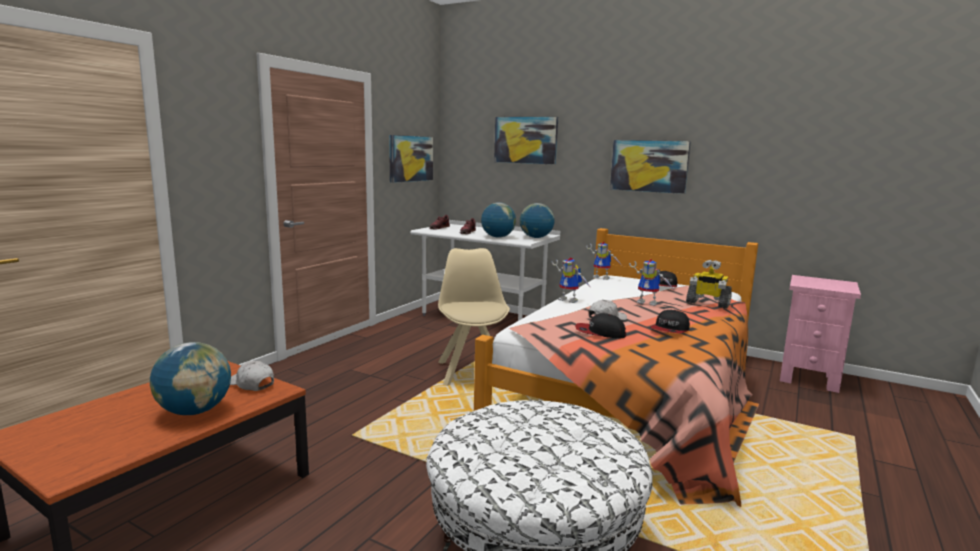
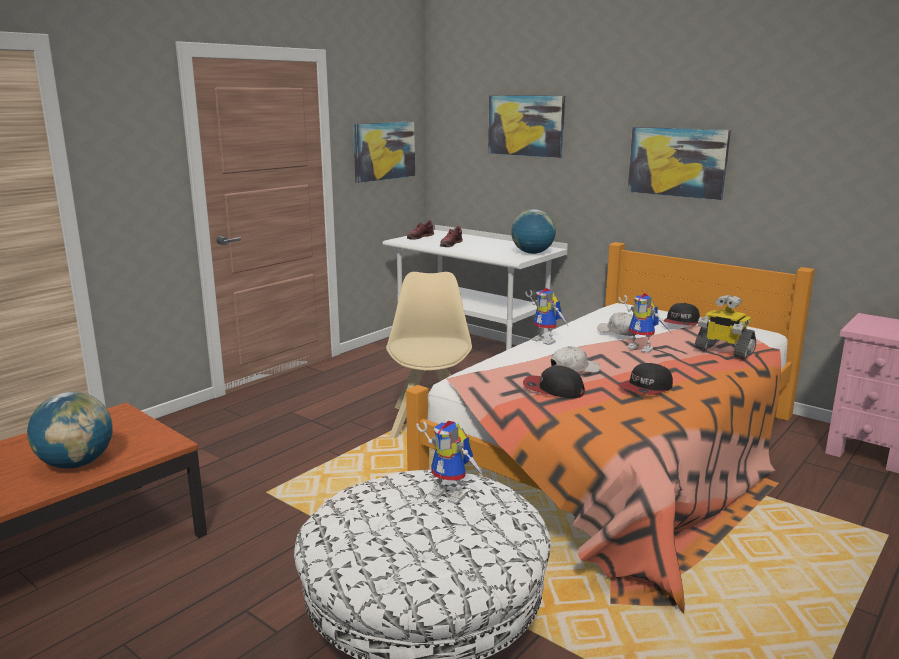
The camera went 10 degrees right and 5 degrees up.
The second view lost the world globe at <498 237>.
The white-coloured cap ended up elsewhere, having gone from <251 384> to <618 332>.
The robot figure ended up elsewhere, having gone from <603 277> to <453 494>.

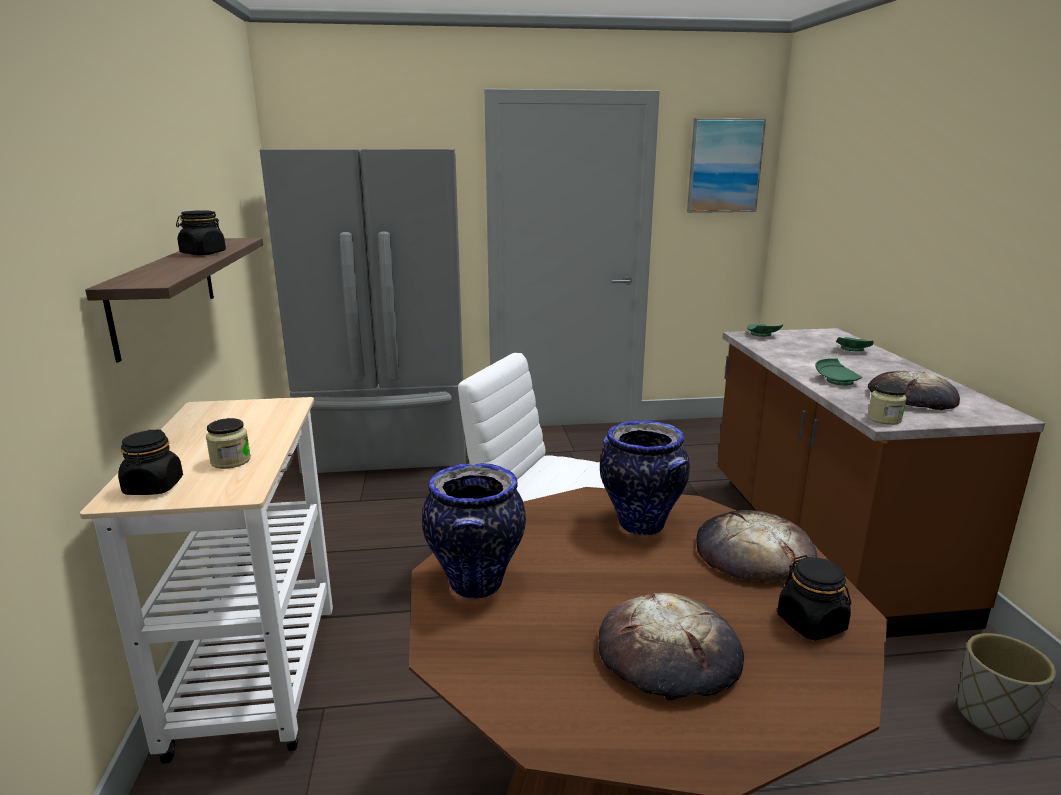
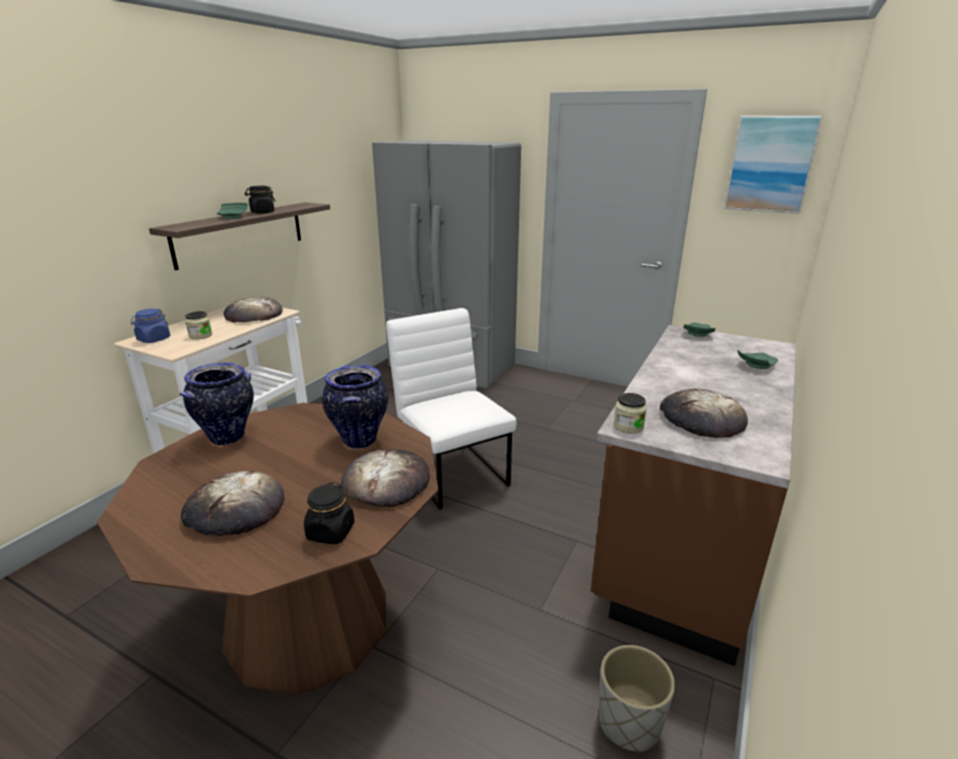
The camera went 35 degrees right and 5 degrees up.
The second view gained the bakery bread at <253 315>.
The green plate ended up elsewhere, having gone from <836 380> to <233 217>.
What was the blackish storage jar at <153 487> turned into the blue storage jar at <153 339>.

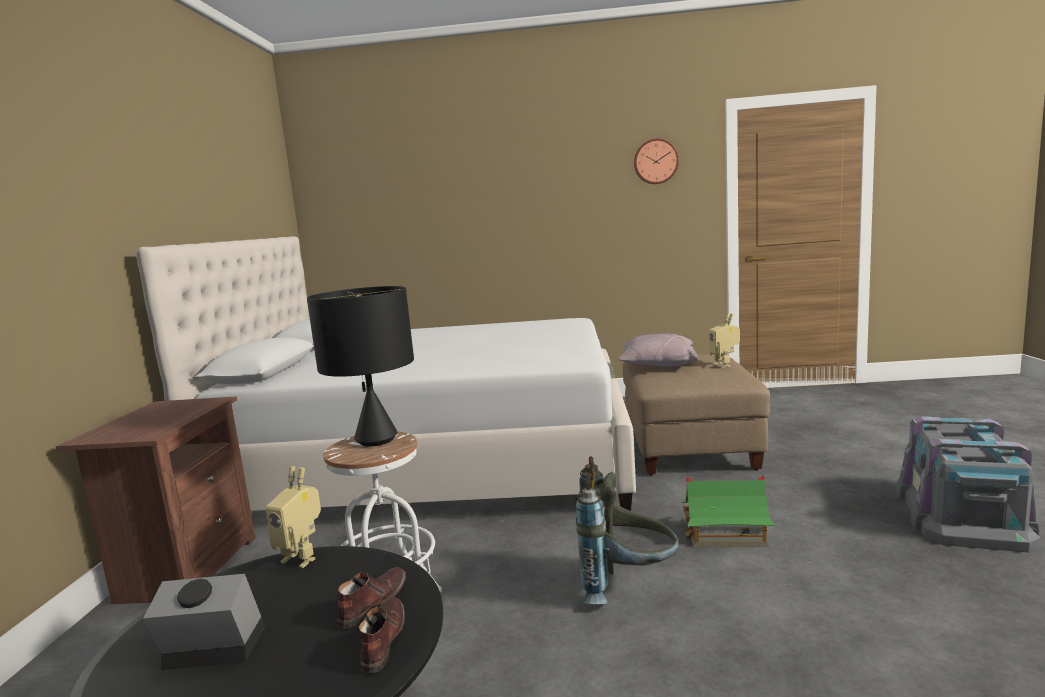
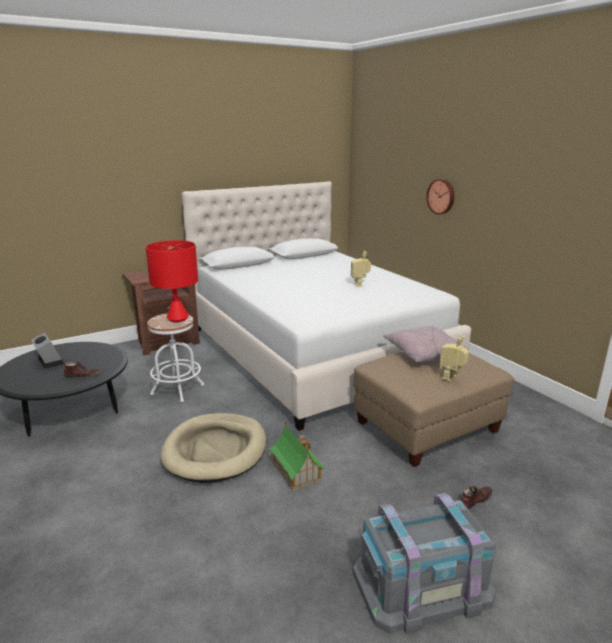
The camera went 55 degrees right and 10 degrees up.
The robot figure ended up elsewhere, having gone from <302 557> to <360 285>.
The brown-coloured shoe ended up elsewhere, having gone from <382 640> to <475 500>.
The clock on the wall ended up elsewhere, having gone from <655 161> to <441 196>.
Where the gray rucksack stood at <627 586>, the beige pet bed came to stand at <215 450>.
What was the blackish table lamp at <376 440> turned into the reddish table lamp at <178 319>.

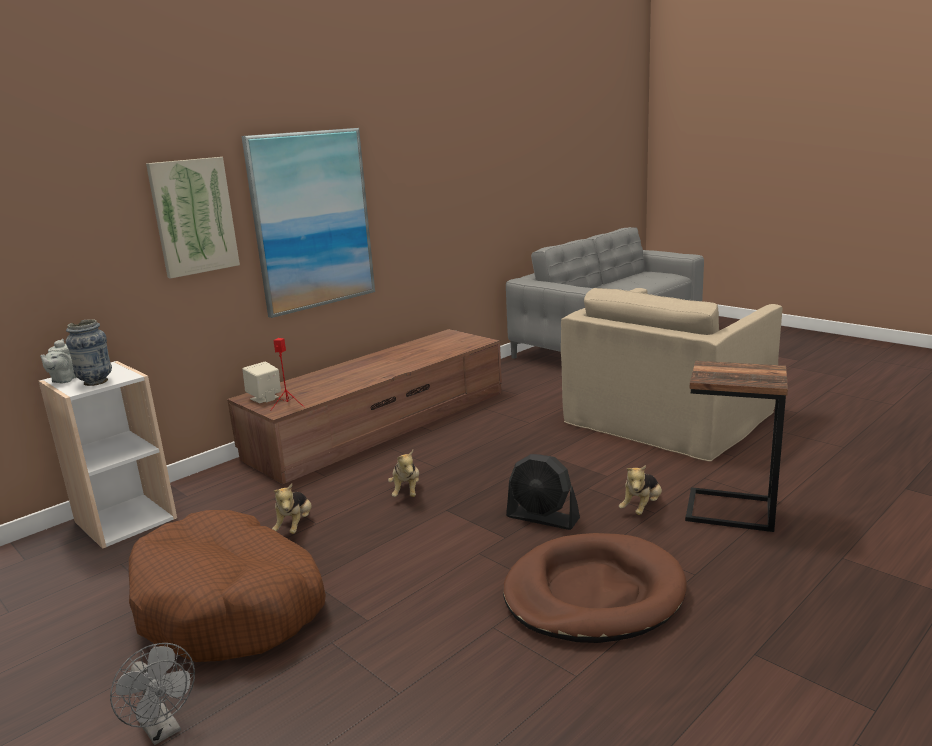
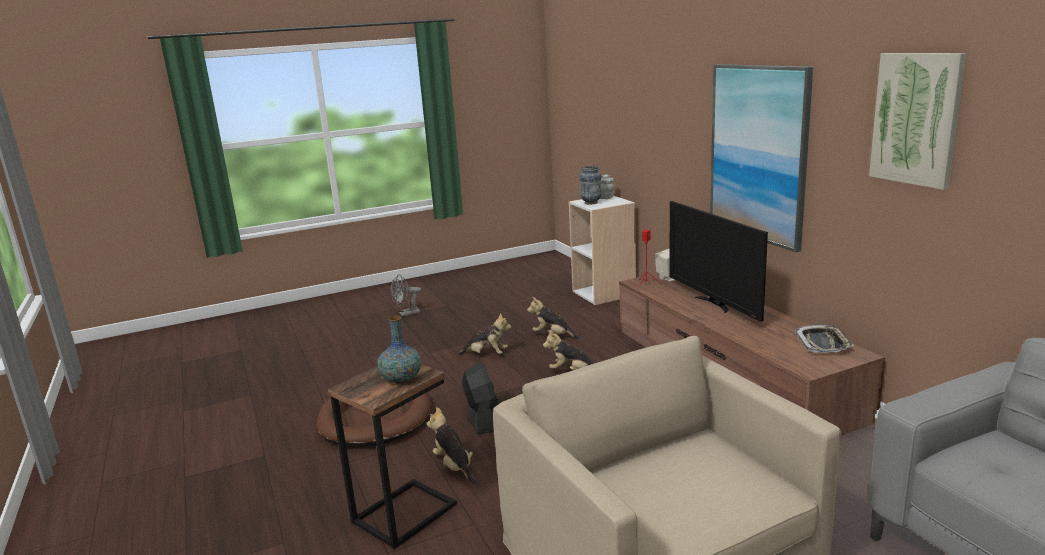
The camera went 110 degrees right and 0 degrees up.
The second view lost the brown-coloured pet bed at <230 606>.
The second view gained the flower vase at <401 379>.
The second view gained the plush toy at <487 354>.
The second view gained the TV at <714 304>.
The second view gained the tray at <823 343>.
The wall art ended up elsewhere, having gone from <193 216> to <916 119>.
The blackish electric fan at <543 518> ended up facing another way, 120 degrees clockwise from before.

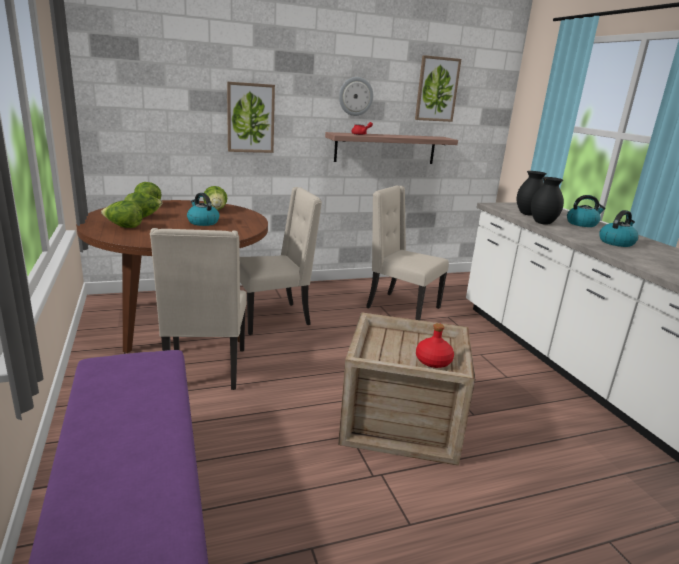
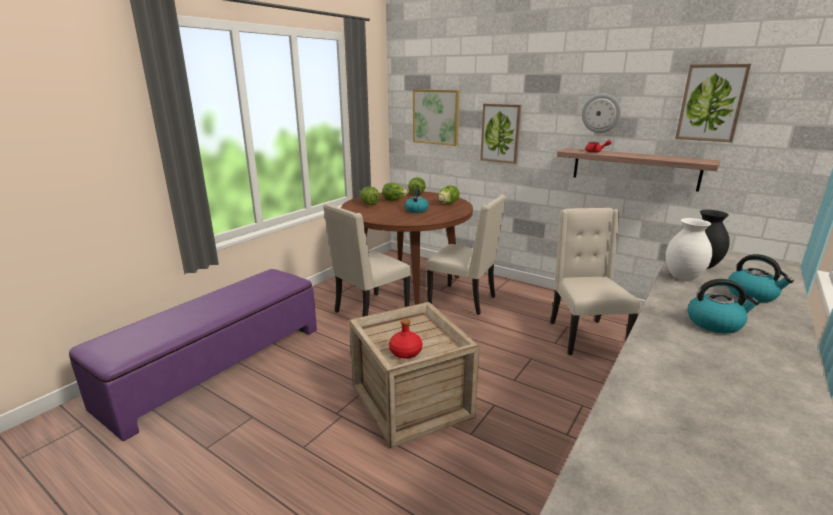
The camera went 55 degrees right and 0 degrees up.
The second view gained the wall art at <436 117>.
What was the blackish flower vase at <543 223> turned into the white-coloured flower vase at <683 278>.

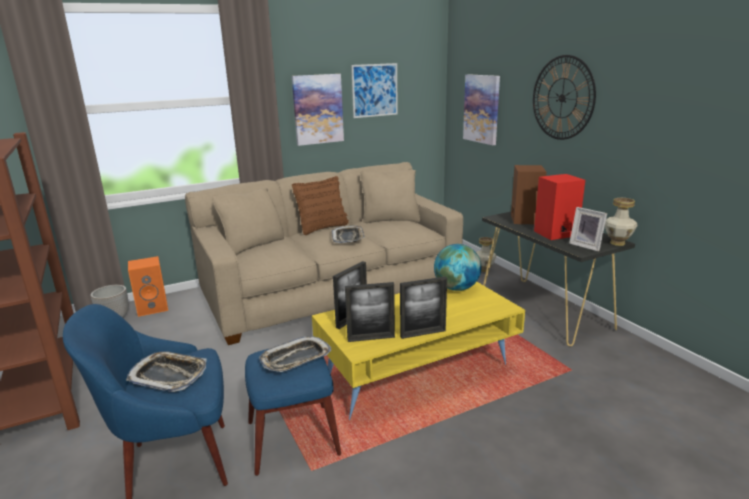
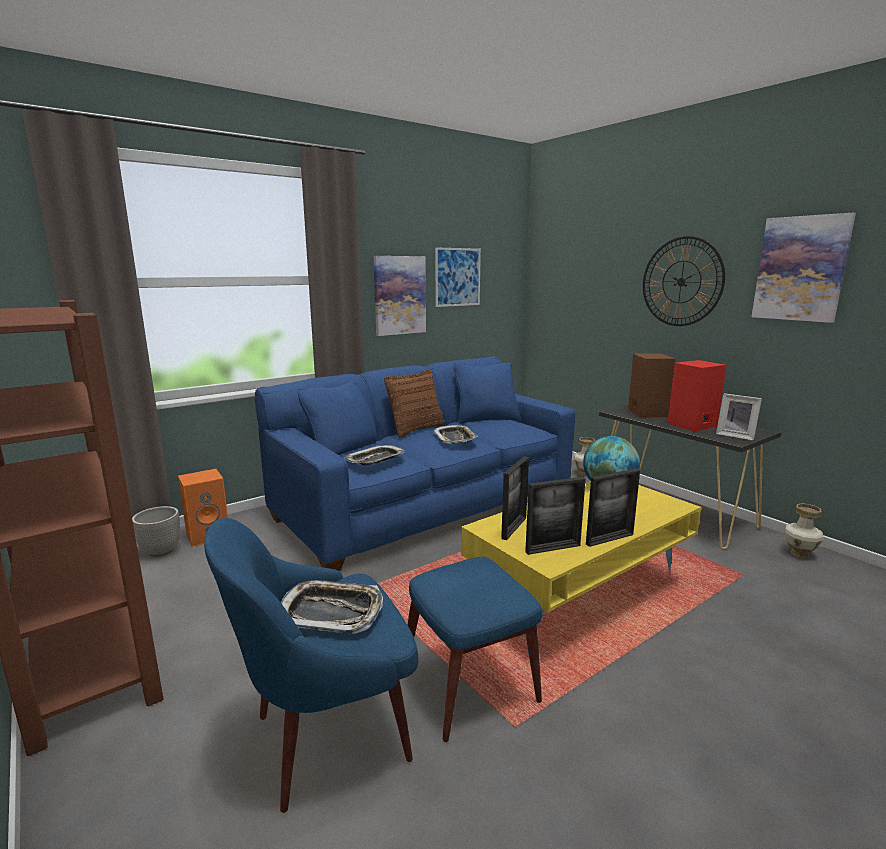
The camera went 10 degrees left and 5 degrees down.
The tray ended up elsewhere, having gone from <296 359> to <375 459>.
The wall art ended up elsewhere, having gone from <481 109> to <800 269>.
The flower vase ended up elsewhere, having gone from <617 243> to <799 554>.
What was the beige sofa at <332 292> turned into the blue sofa at <427 504>.

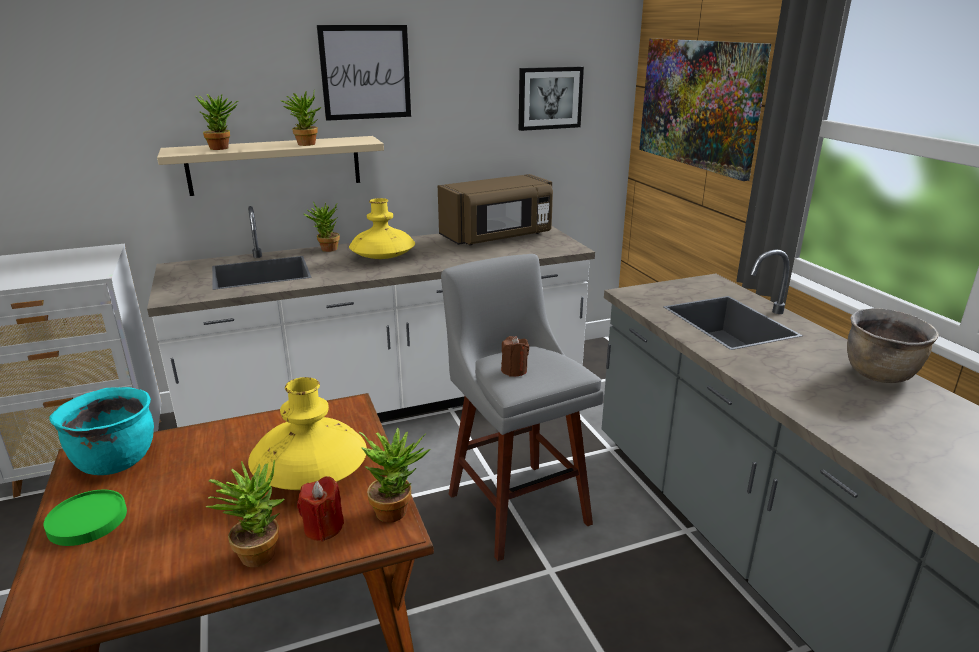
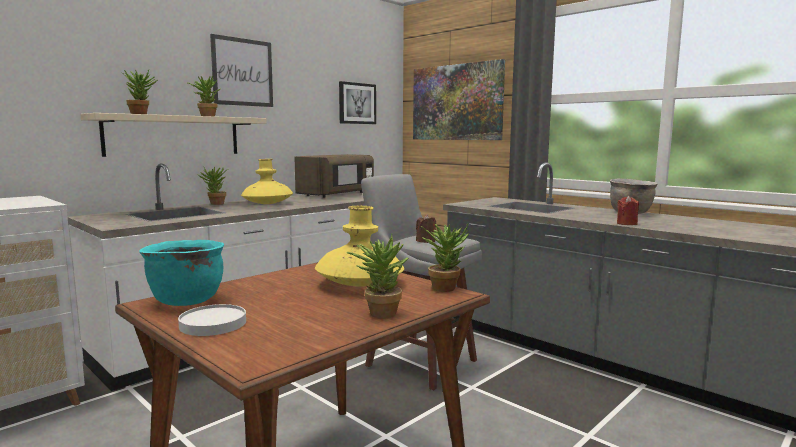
The camera went 25 degrees left and 15 degrees down.
The reddish candle ended up elsewhere, having gone from <323 528> to <626 223>.
What was the green plate at <87 521> turned into the white-coloured plate at <212 324>.

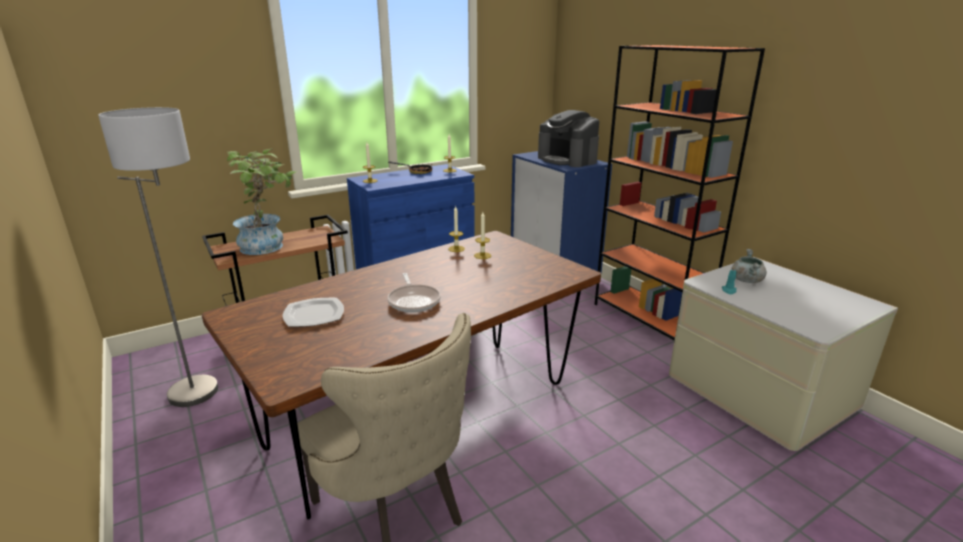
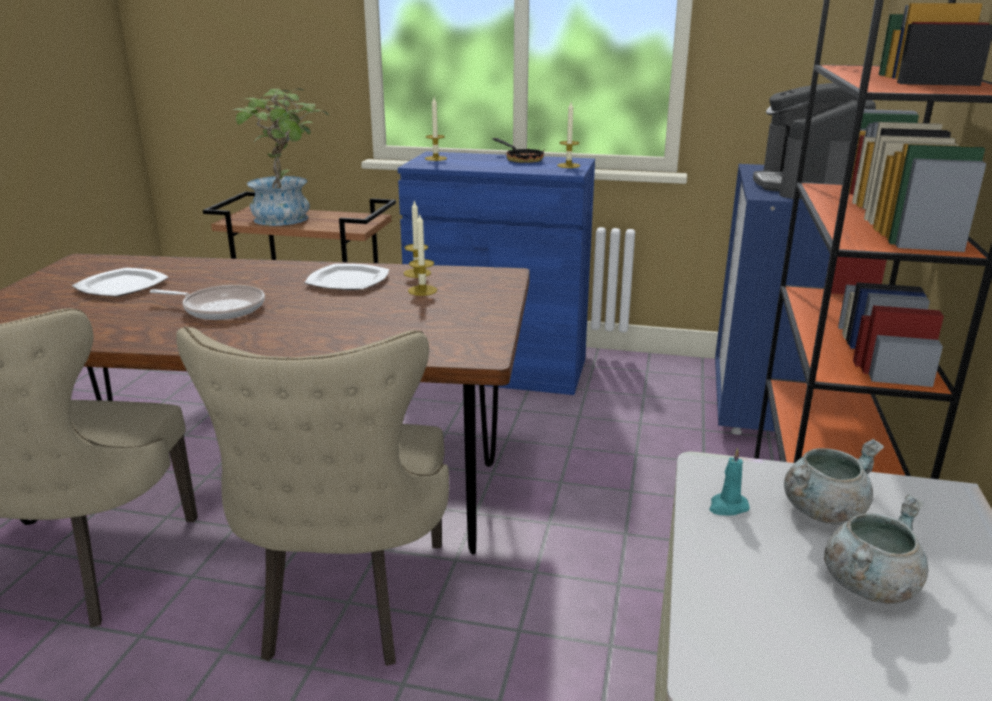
The camera went 45 degrees right and 0 degrees up.
The second view lost the gray standing lamp at <205 395>.
The second view gained the beige chair at <346 601>.
The second view gained the plate at <347 280>.
The second view gained the gray cooking pot at <869 584>.
The skillet at <414 301> ended up facing another way, 105 degrees counterclockwise from before.

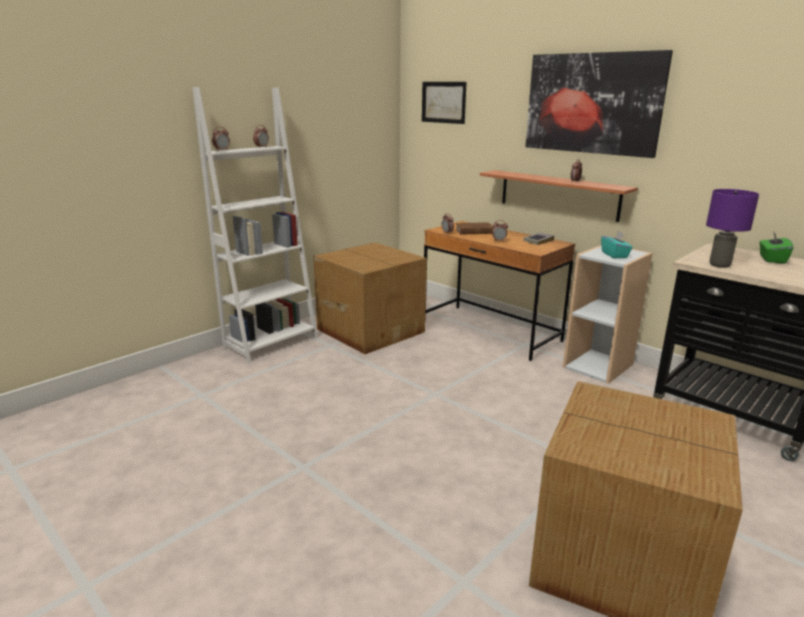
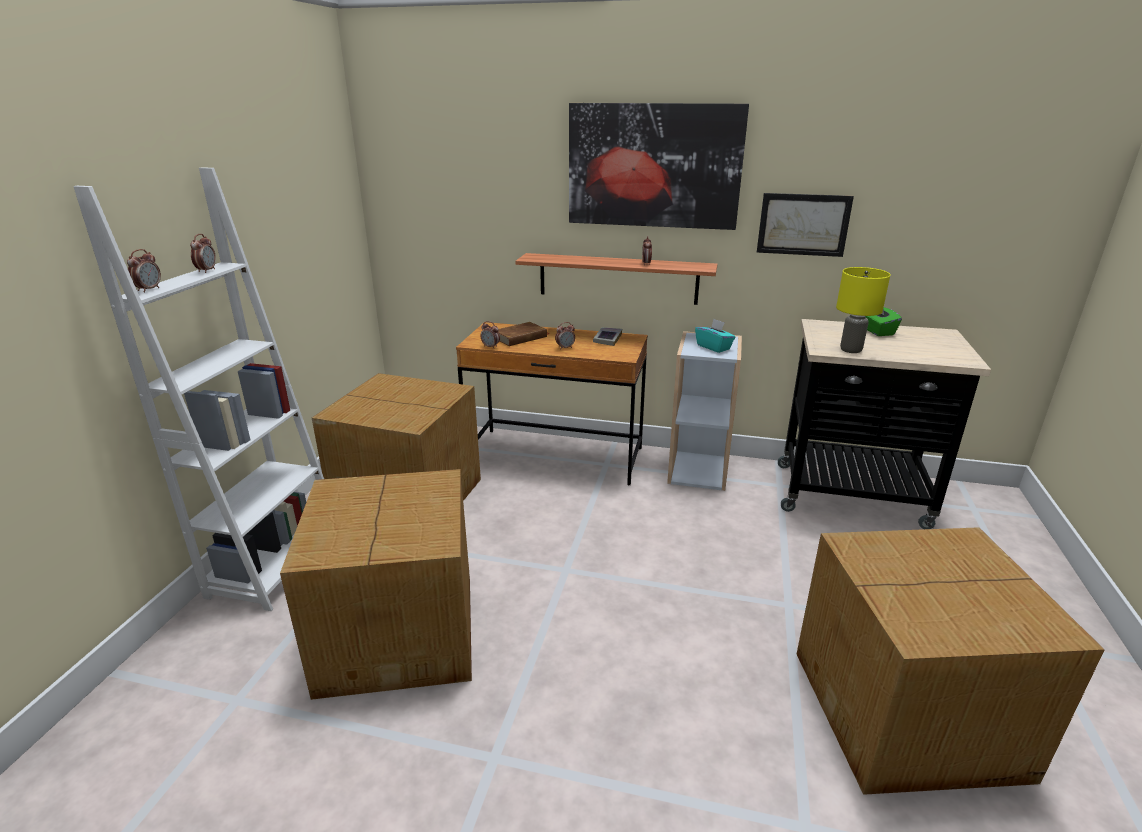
The camera went 30 degrees left and 5 degrees up.
The second view gained the cardboard box at <401 631>.
The wall art ended up elsewhere, having gone from <443 102> to <803 224>.
What was the purple-coloured table lamp at <719 265> turned into the yellow table lamp at <849 350>.

